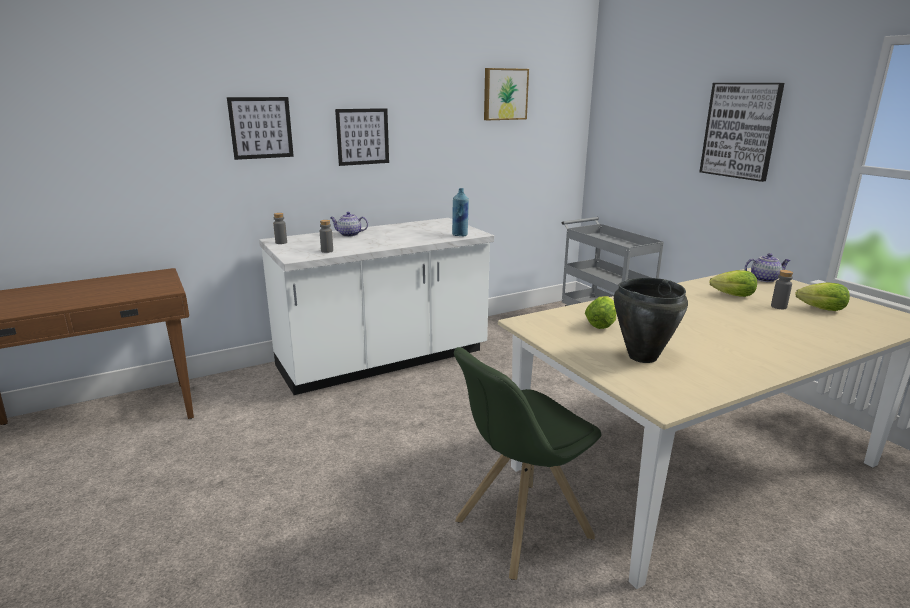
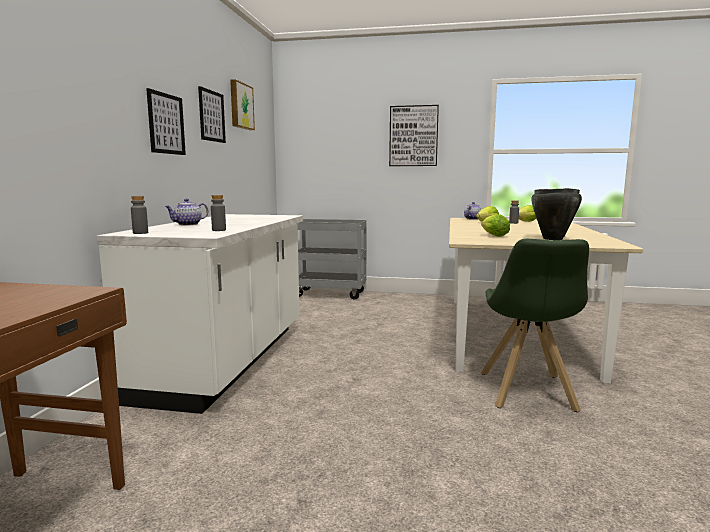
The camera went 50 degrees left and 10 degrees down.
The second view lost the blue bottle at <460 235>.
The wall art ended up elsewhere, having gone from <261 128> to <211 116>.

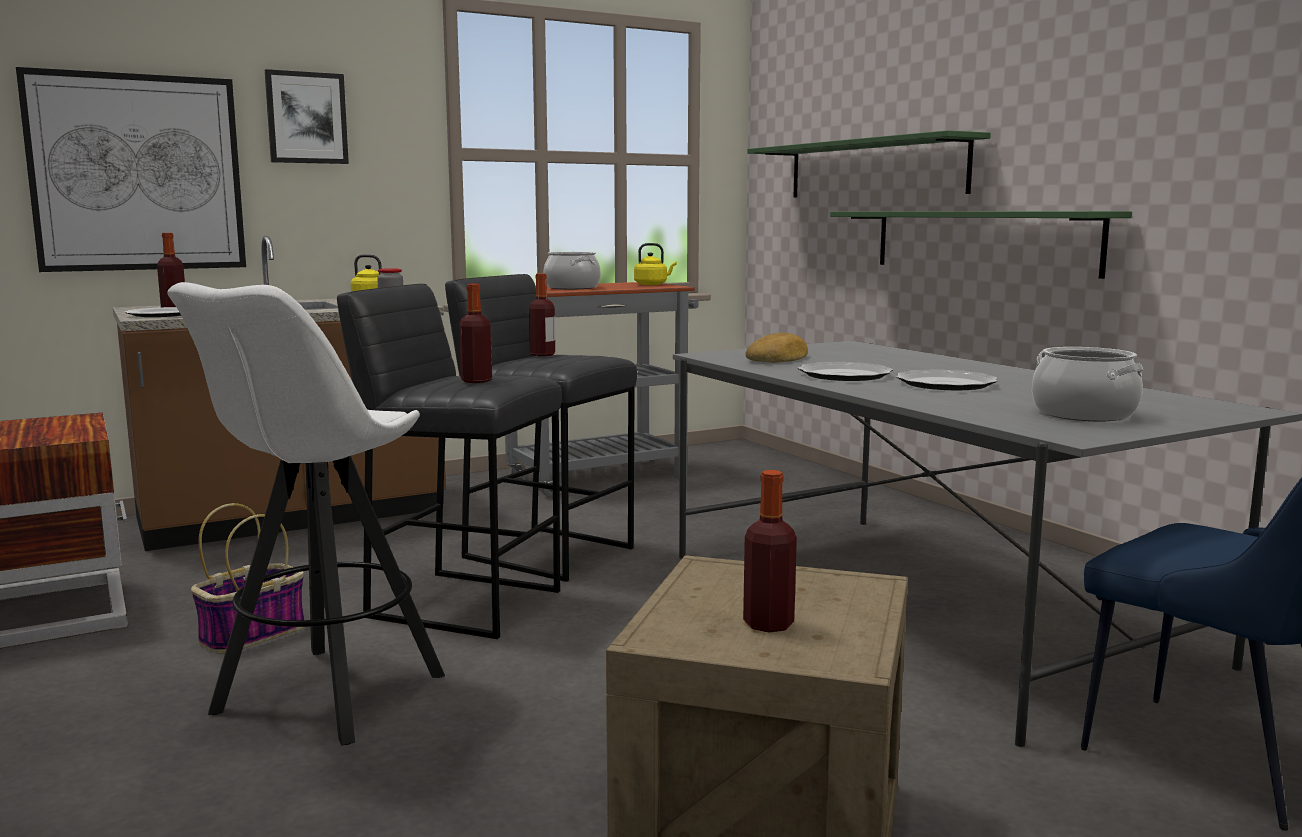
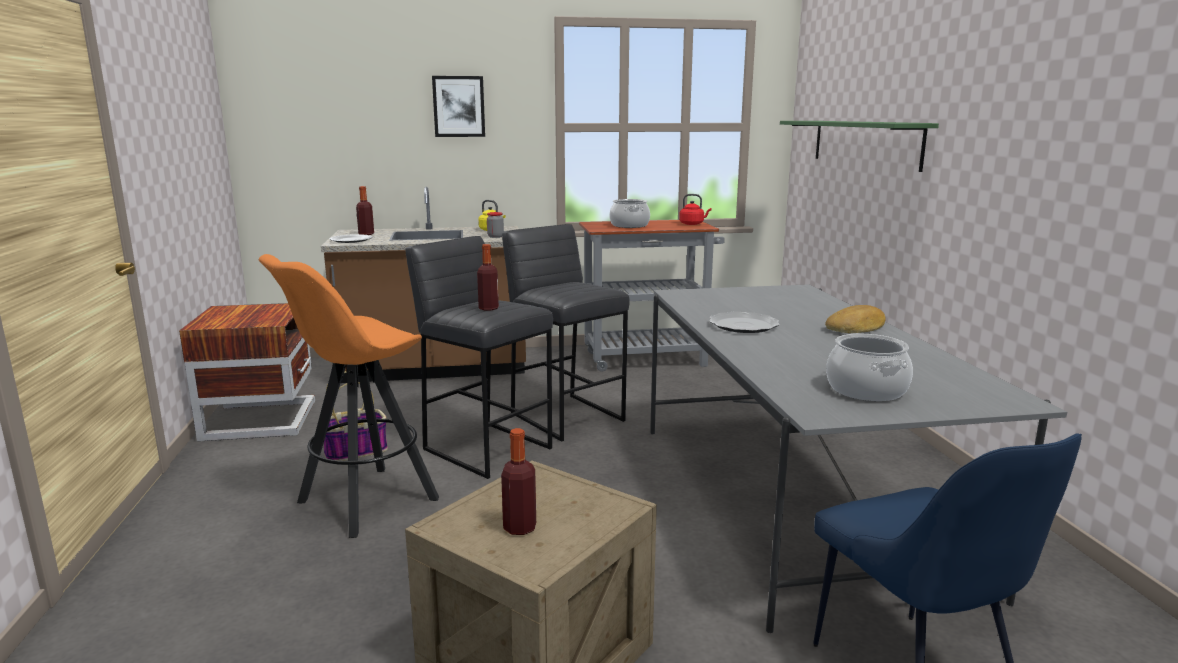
The camera went 20 degrees right and 5 degrees up.
The second view lost the wall art at <137 173>.
The second view lost the bottle at <542 354>.
The second view lost the green bracket shelf at <981 241>.
The second view lost the plate at <946 384>.
The bakery bread ended up elsewhere, having gone from <778 359> to <856 327>.
What was the white-coloured stool seat at <325 696> turned into the orange-coloured stool seat at <364 502>.
What was the yellow kettle at <652 284> turned into the reddish kettle at <693 224>.

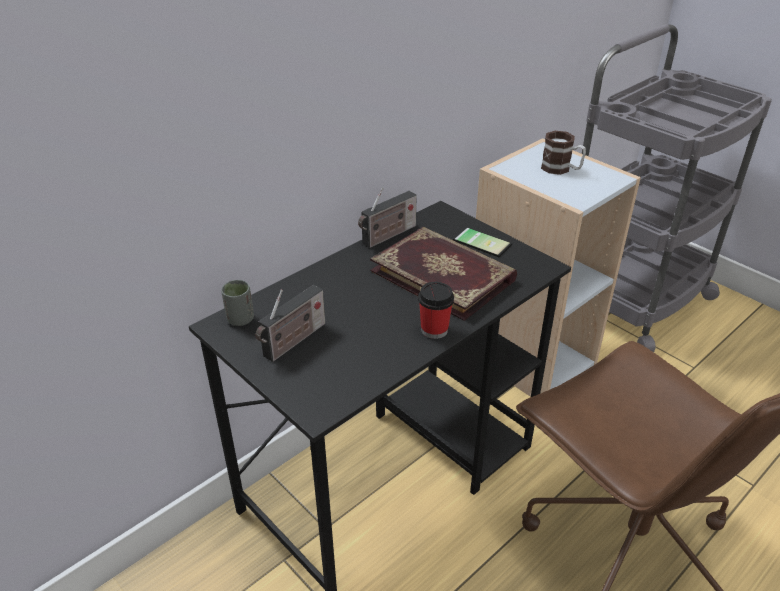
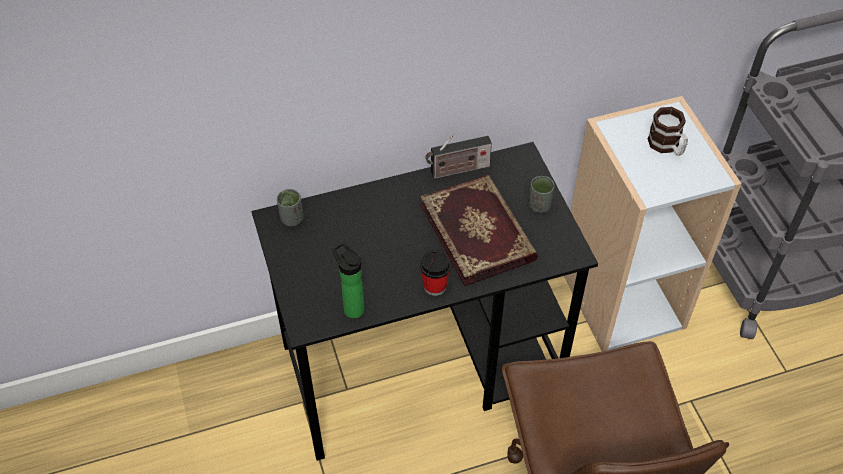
The camera went 25 degrees right and 15 degrees up.
The second view lost the radio receiver at <293 342>.
The second view gained the bottle at <352 307>.
Where the telephone stood at <483 241>, the gray drinking cup came to stand at <539 206>.

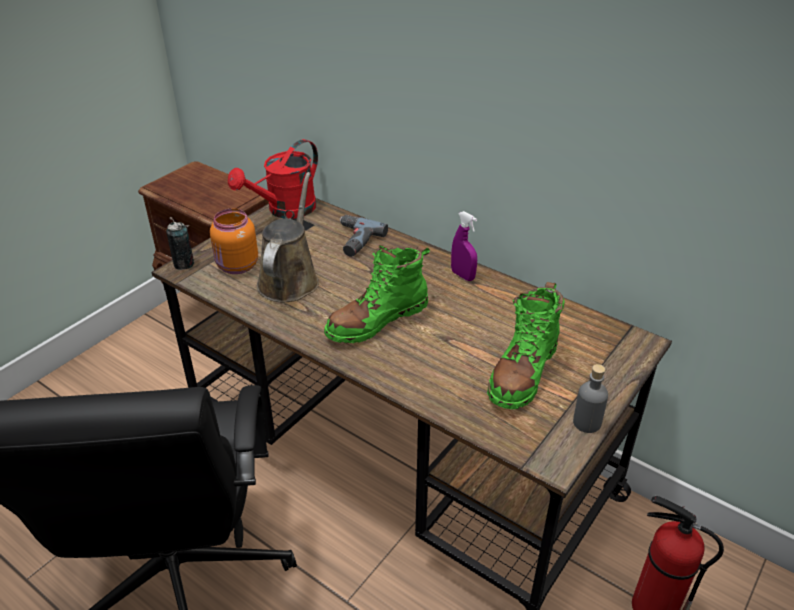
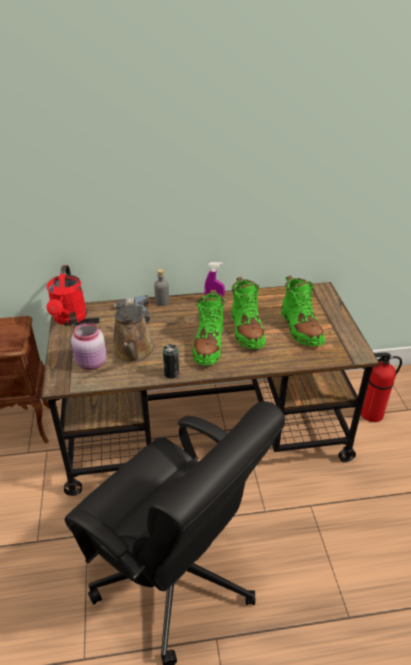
The camera went 45 degrees left and 0 degrees up.
The second view gained the green tall boot at <246 330>.
The sealed can ended up elsewhere, having gone from <184 264> to <171 373>.
The gray bottle ended up elsewhere, having gone from <586 423> to <162 301>.
What was the orange-coloured storage jar at <237 267> turned into the pink storage jar at <91 363>.
The brown-coloured sprinkling can at <290 279> ended up facing another way, 150 degrees counterclockwise from before.

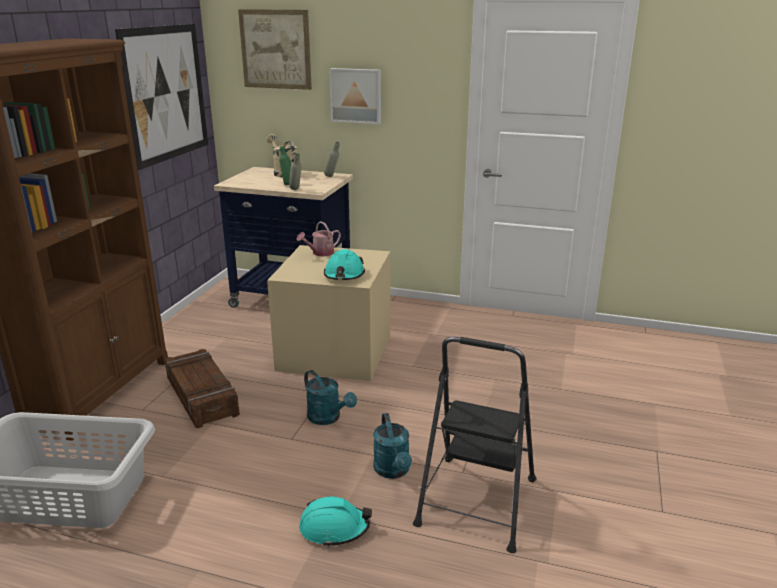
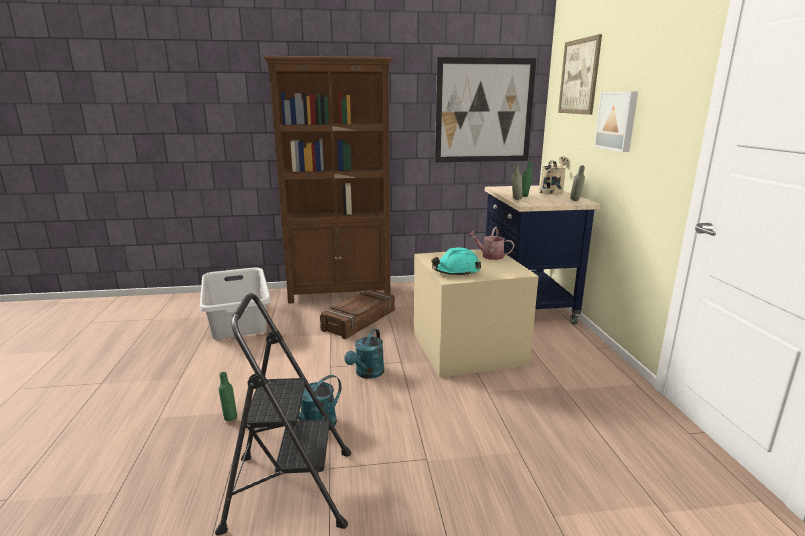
The camera went 65 degrees right and 5 degrees down.
Where the blue-green hard hat stood at <334 528>, the green bottle came to stand at <229 417>.

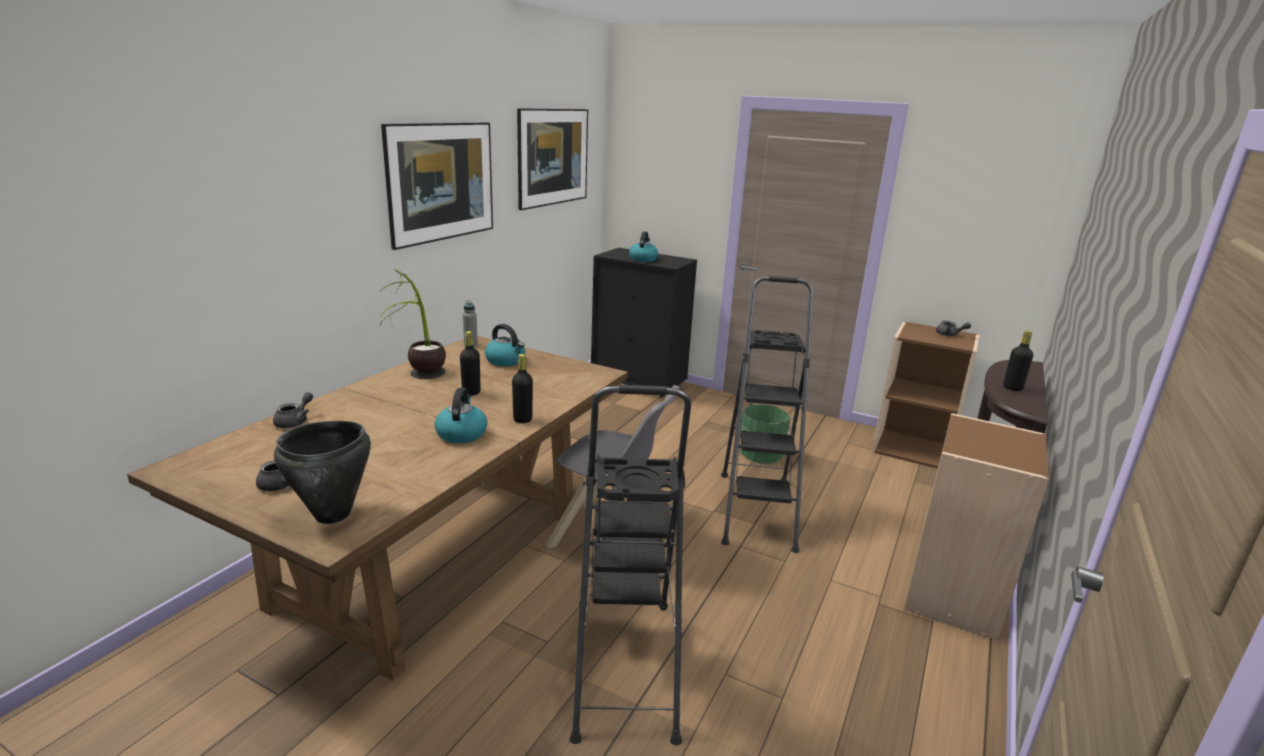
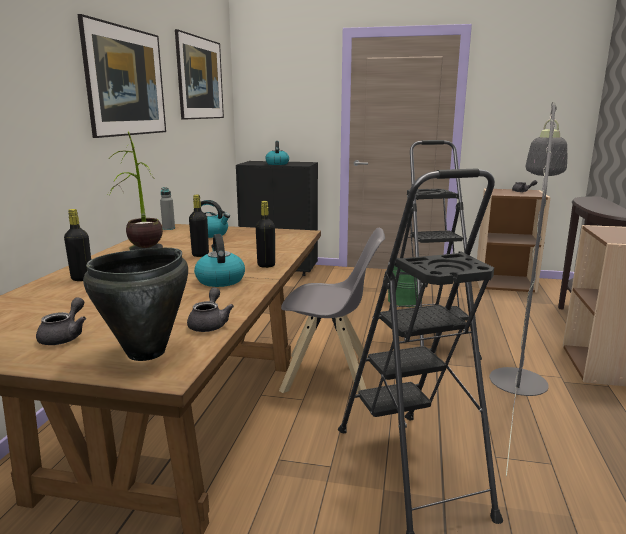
The camera went 15 degrees left and 5 degrees down.
The second view gained the gray standing lamp at <518 374>.
The gray pot for tea ended up elsewhere, having gone from <295 421> to <210 324>.
The blackish bottle ended up elsewhere, having gone from <1012 388> to <82 278>.

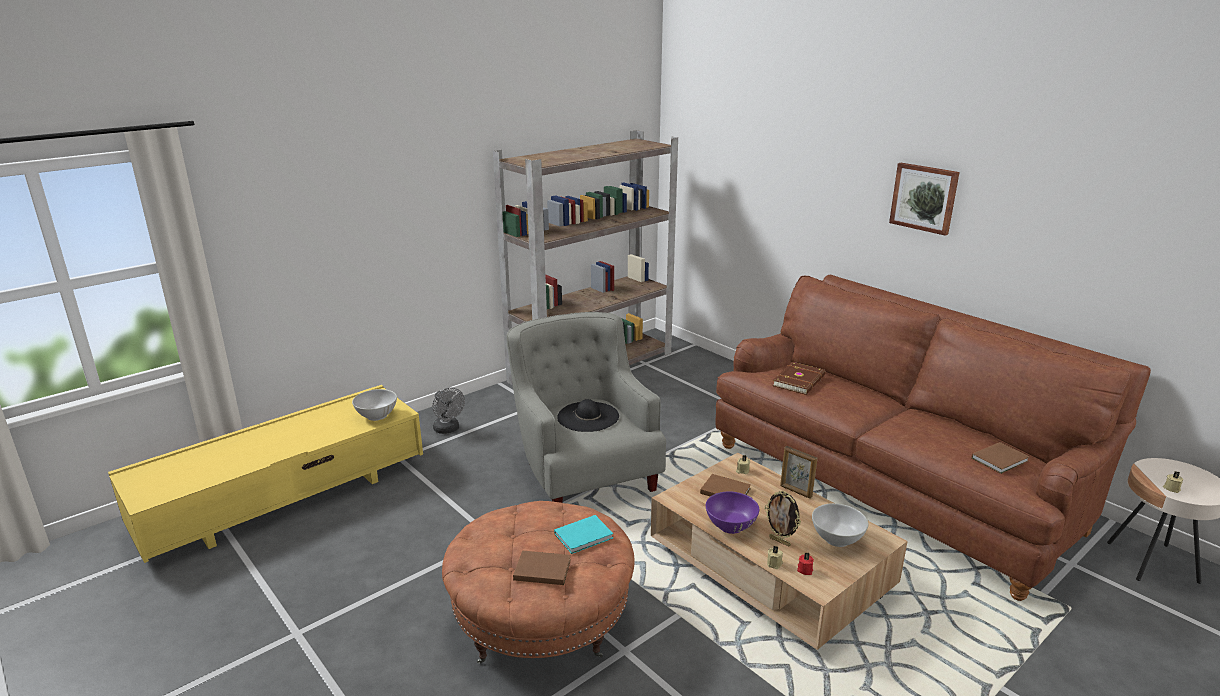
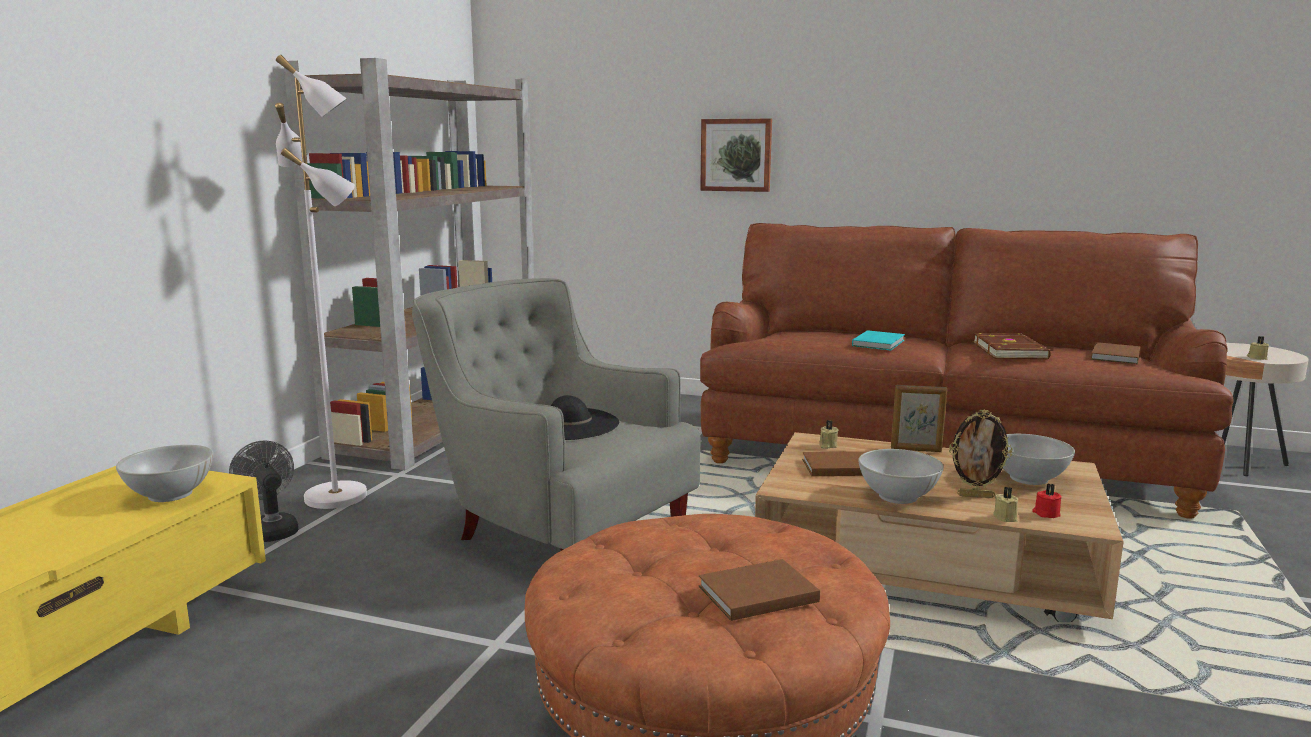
The camera went 30 degrees left and 10 degrees down.
The second view gained the white-coloured standing lamp at <338 496>.
The blue-green book ended up elsewhere, having gone from <585 536> to <879 343>.
The brown-coloured book ended up elsewhere, having gone from <800 381> to <1010 350>.
The wall art ended up elsewhere, having gone from <924 198> to <736 155>.
What was the purple-coloured deep dish at <730 526> turned into the white-coloured deep dish at <897 496>.
The gray electric fan at <448 429> ended up facing another way, 150 degrees counterclockwise from before.

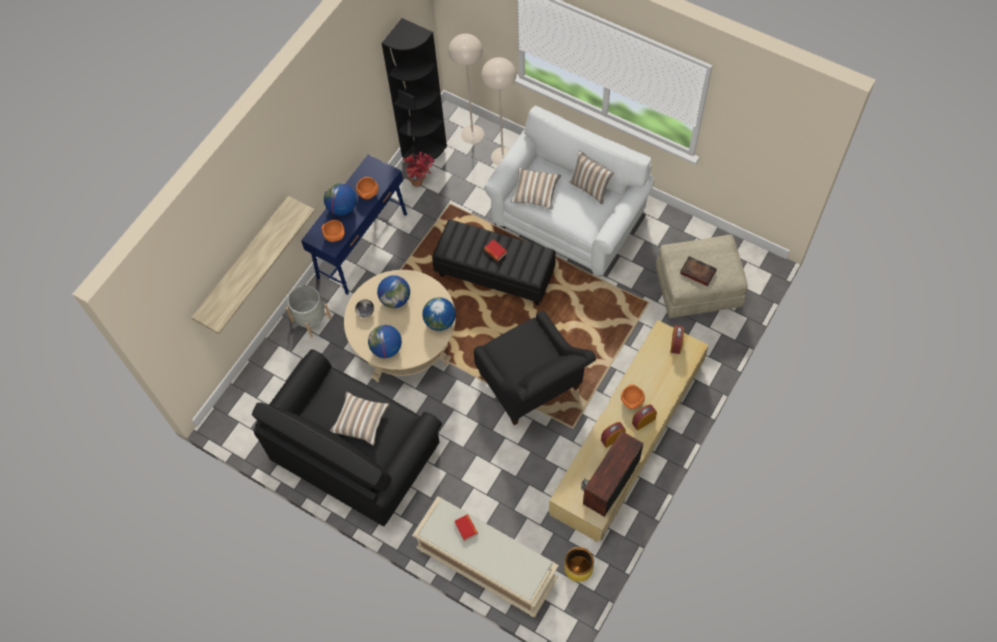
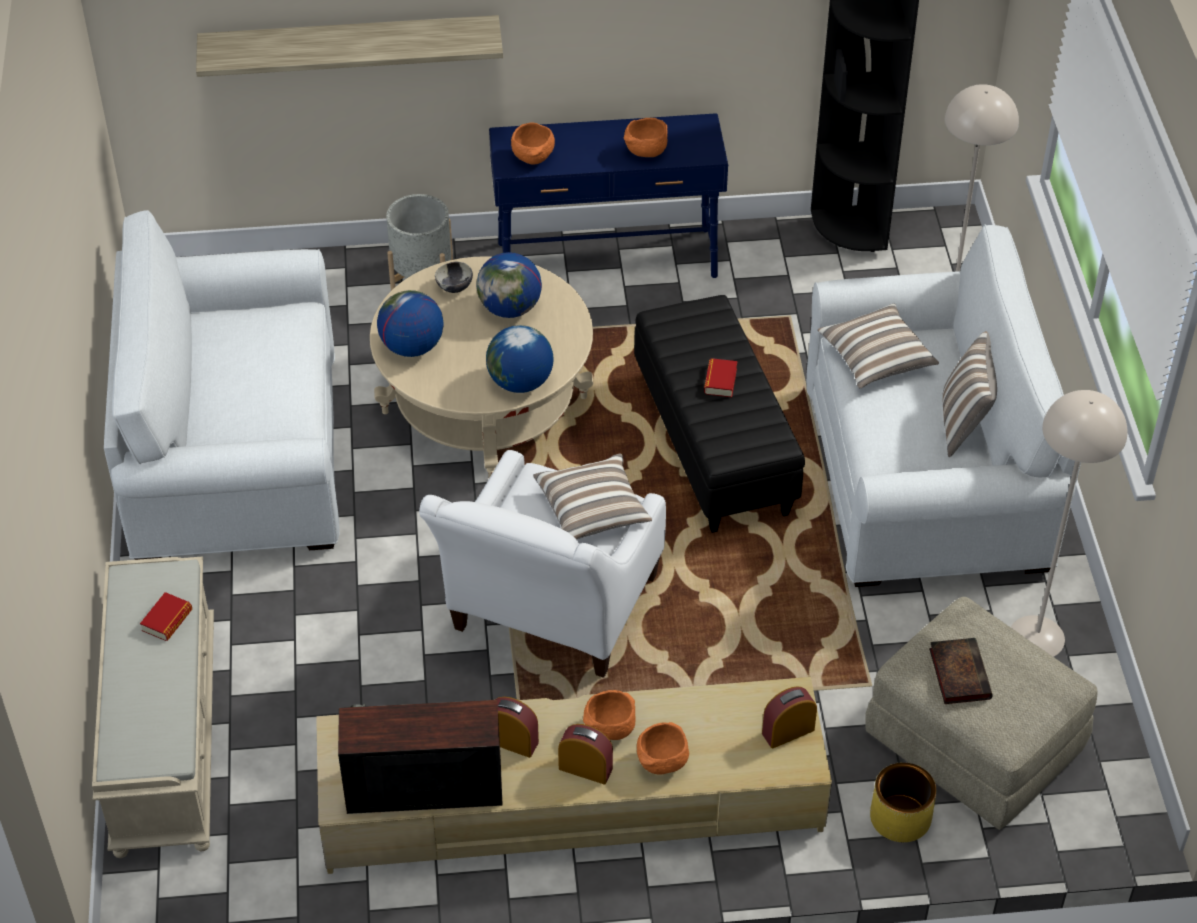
The camera went 50 degrees right and 15 degrees down.
The second view lost the world globe at <342 208>.
The second view lost the potted plant at <421 182>.
The second view gained the orange-coloured deep dish at <662 763>.
The pillow ended up elsewhere, having gone from <360 421> to <592 511>.
The beige standing lamp ended up elsewhere, having gone from <472 134> to <1037 637>.
The yellow flower pot ended up elsewhere, having gone from <578 568> to <900 818>.
What was the blackish sofa at <355 452> turned into the white-coloured sofa at <238 456>.
What was the blackish armchair at <533 387> turned into the white-coloured armchair at <549 614>.

